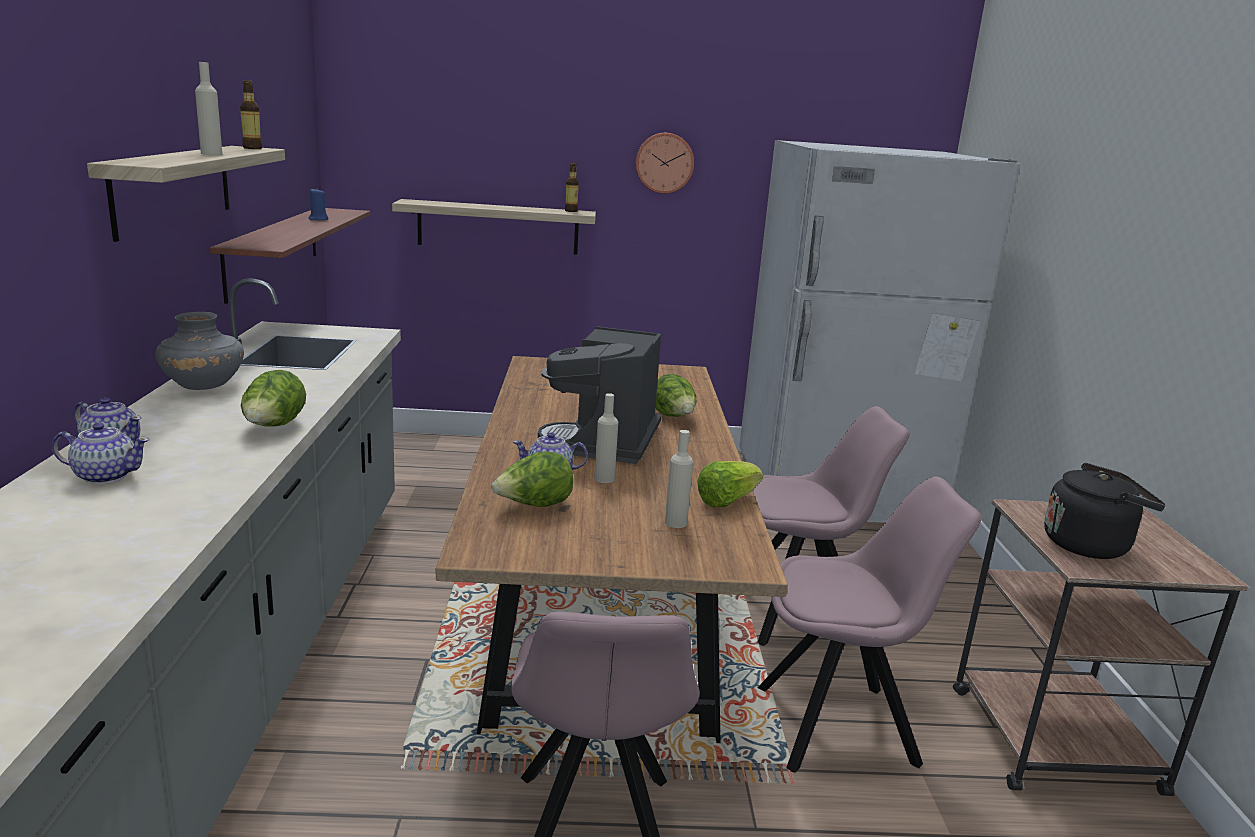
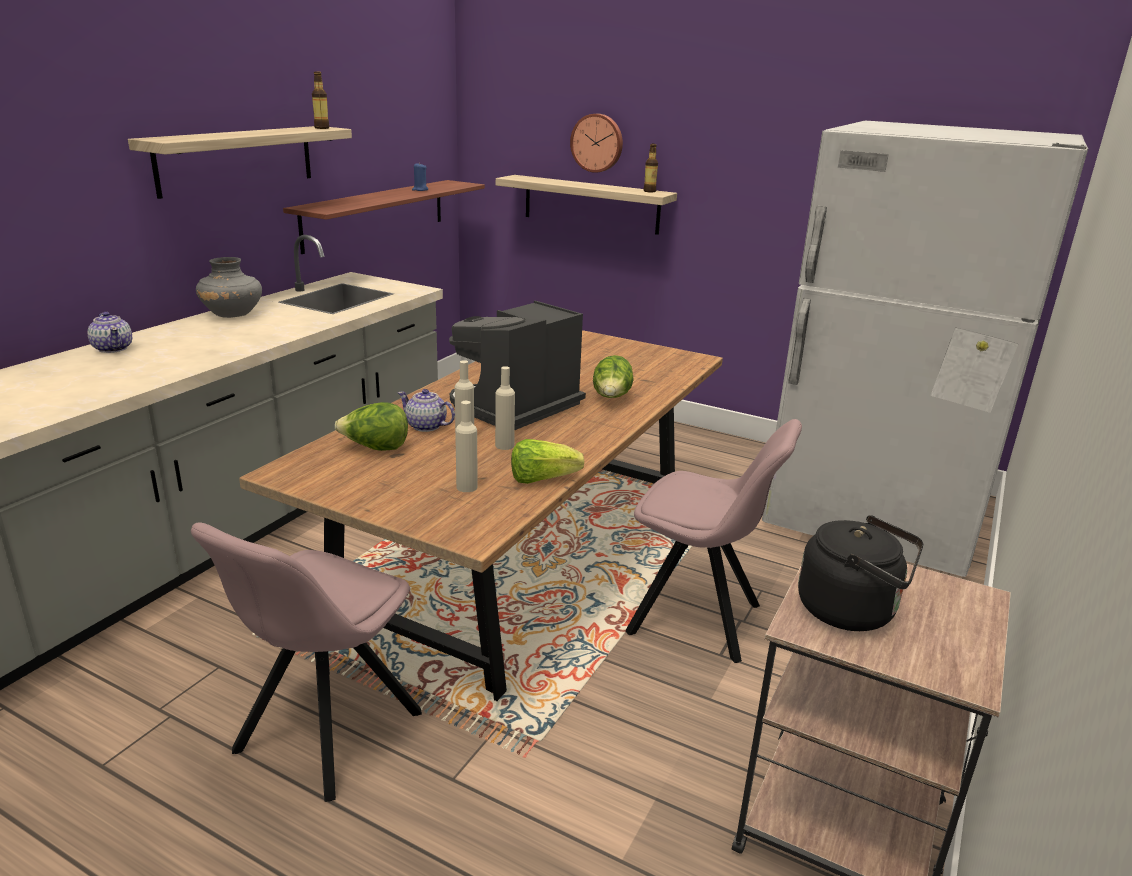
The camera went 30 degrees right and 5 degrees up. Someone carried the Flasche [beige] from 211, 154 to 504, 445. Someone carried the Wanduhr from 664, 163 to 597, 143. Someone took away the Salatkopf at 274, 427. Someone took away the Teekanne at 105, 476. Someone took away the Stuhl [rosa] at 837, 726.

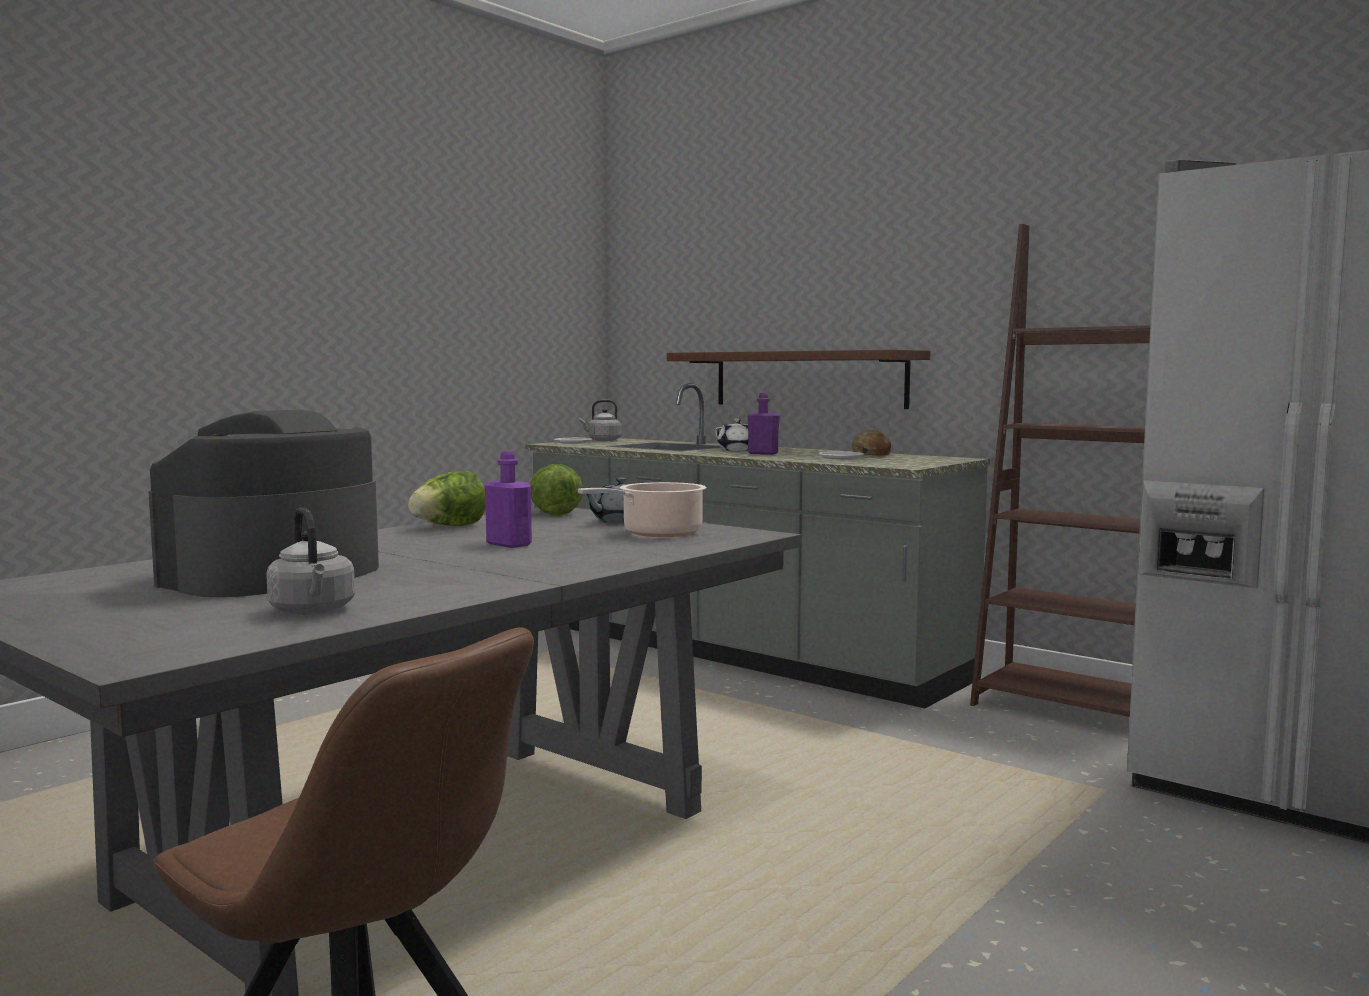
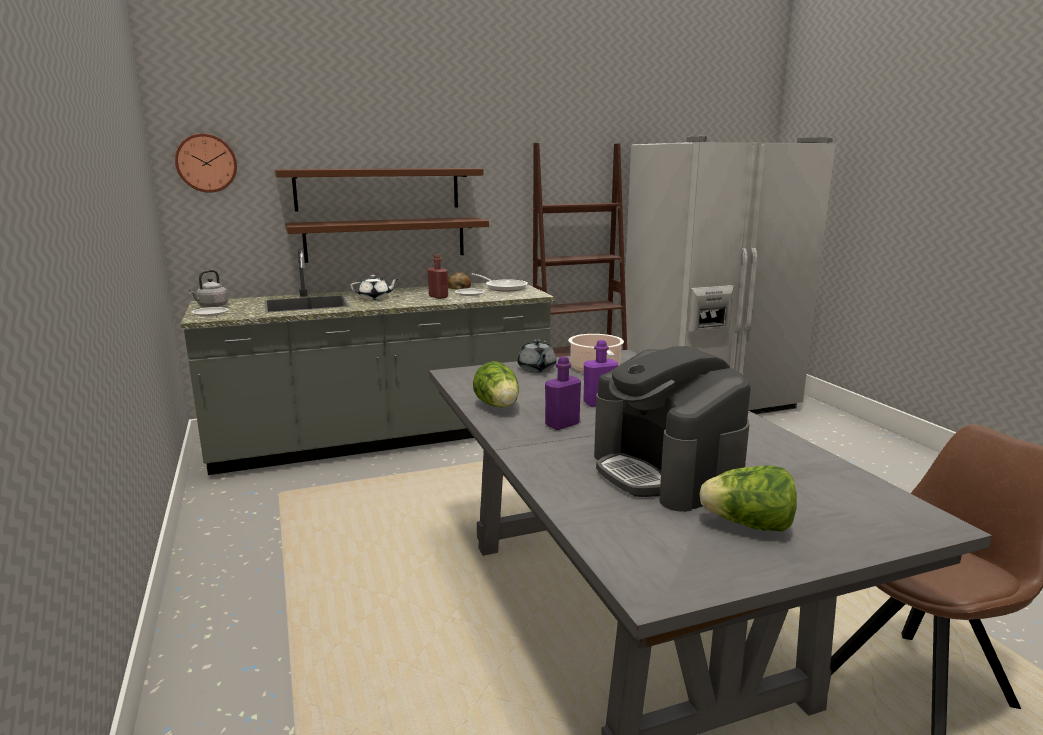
The camera went 60 degrees left and 10 degrees up. Someone carried the Flasche [lila] from 763, 453 to 562, 424. Someone carried the Salatkopf from 553, 513 to 748, 525. Someone took away the Wasserkessel [grau] at 313, 611. Someone put up the Wanduhr at 206, 163. Someone put up the Wandregal [braun] at 378, 189. Someone put down the Flasche [rot] at 438, 297. Someone put down the Pfanne at 503, 287.

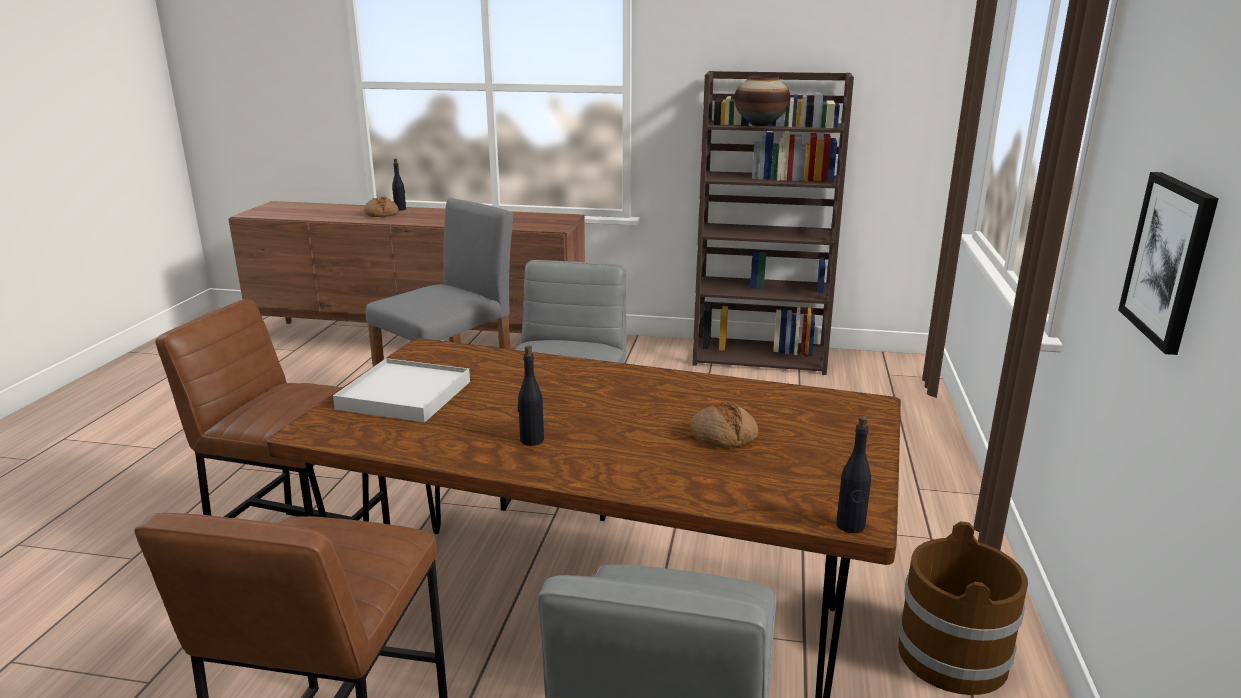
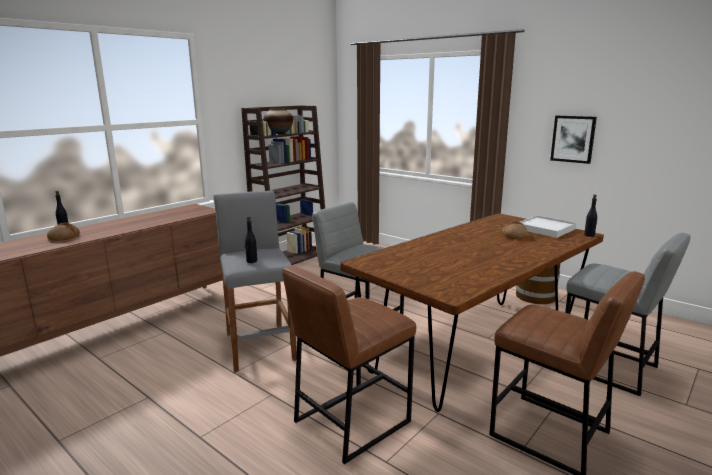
The camera went 60 degrees left and 5 degrees down. Someone carried the Flasche [schwarz] from 531, 440 to 251, 261. Someone carried the Tablett [weiß] from 404, 395 to 545, 229.

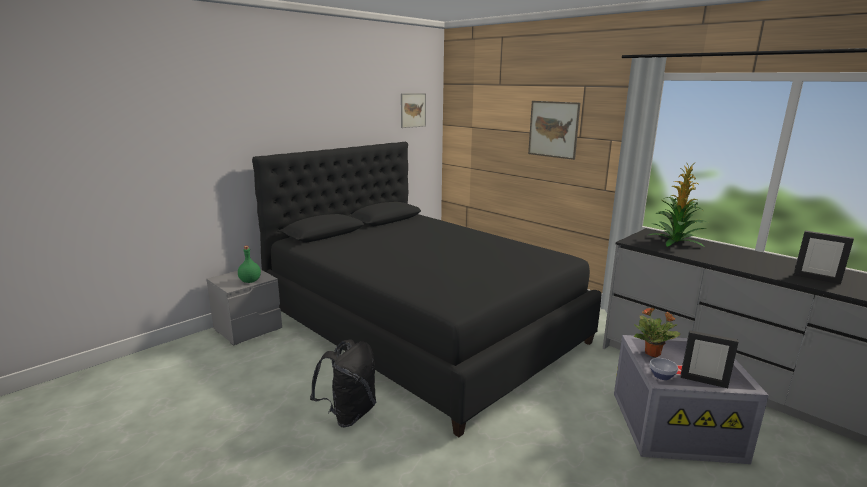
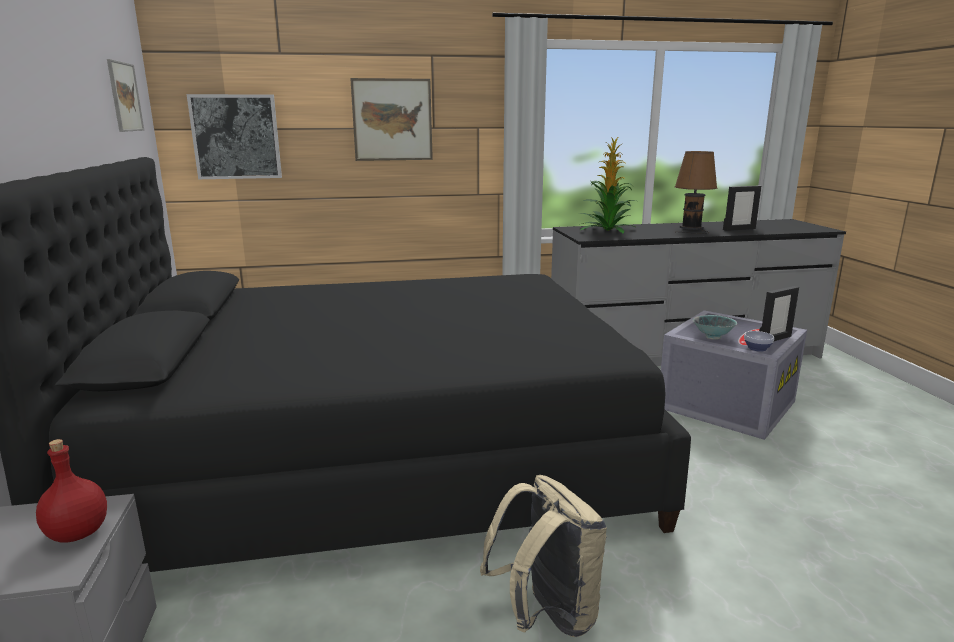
The camera went 55 degrees left and 0 degrees up. Someone repainted the Flasche [grün] at 250, 281, which became the Flasche [rot] at 76, 533. Someone swapped the Topfpflanze at 653, 354 for the Schüssel at 713, 337. Someone repainted the Rucksack [schwarz] at 349, 414, which became the Rucksack [beige] at 546, 615. Someone put up the Bild at 236, 137. Someone put down the Tischlampe [braun] at 691, 228.

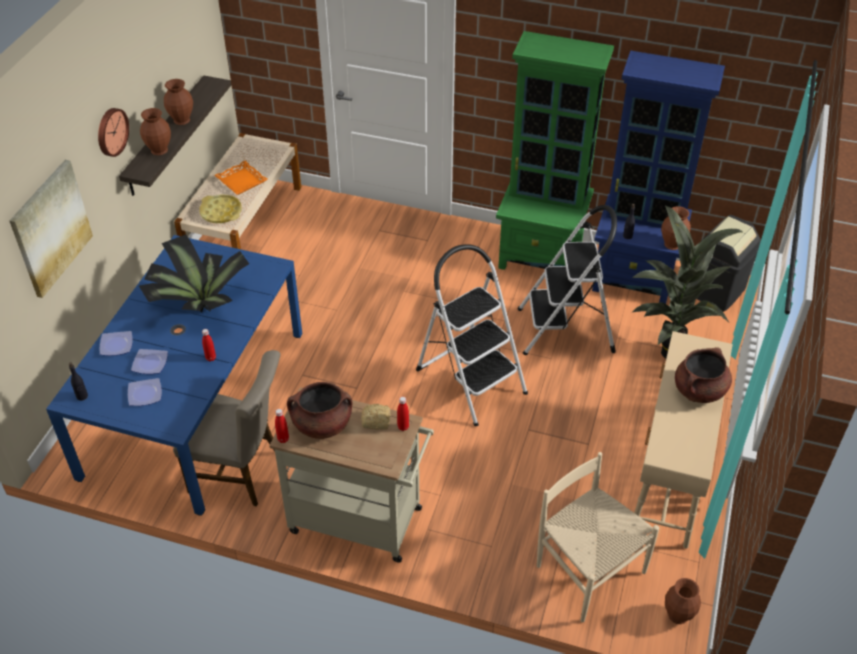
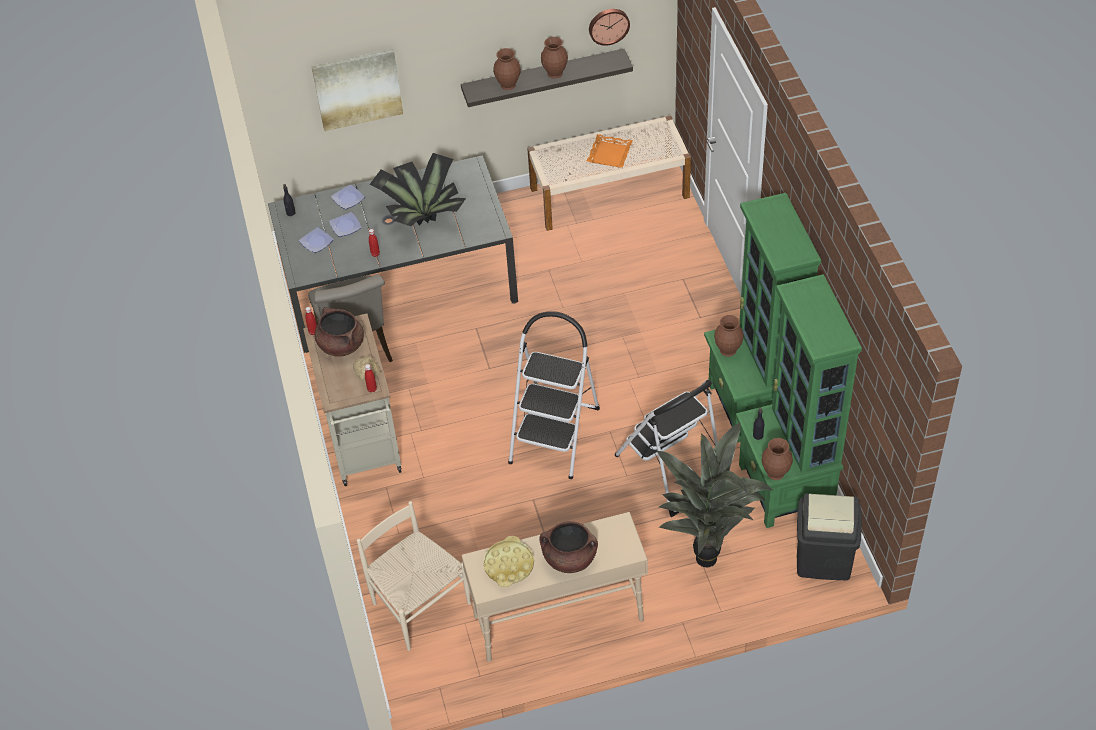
The camera went 60 degrees right and 5 degrees up. Someone repainted the Schrank [blau] at 634, 278, which became the Schrank [grün] at 784, 488. Someone carried the Wanduhr from 111, 131 to 608, 25. Someone carried the Tablett [gelb] from 221, 212 to 509, 565. Someone repainted the Esstisch [blau] at 195, 403, which became the Esstisch [grau] at 399, 285. Someone rotated the Stuhl [beige] at 587, 571 by 60 degrees counterclockwise. Someone carried the Vase [braun] from 677, 615 to 727, 350.

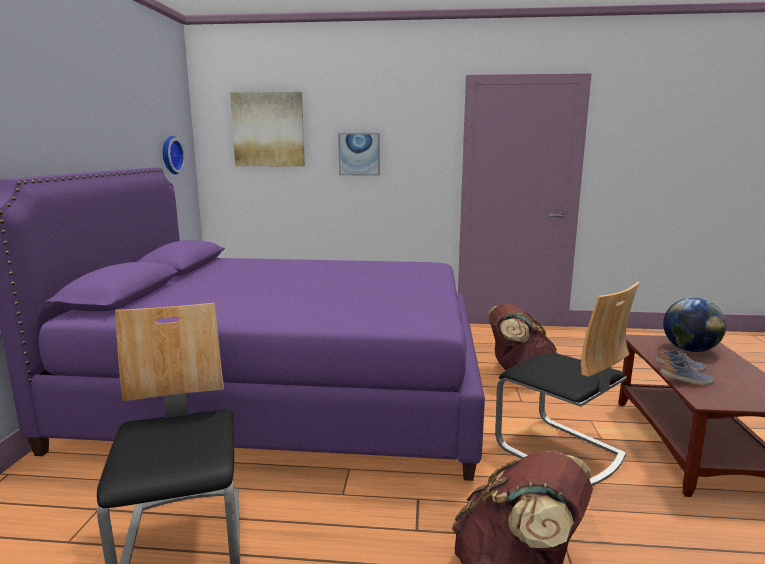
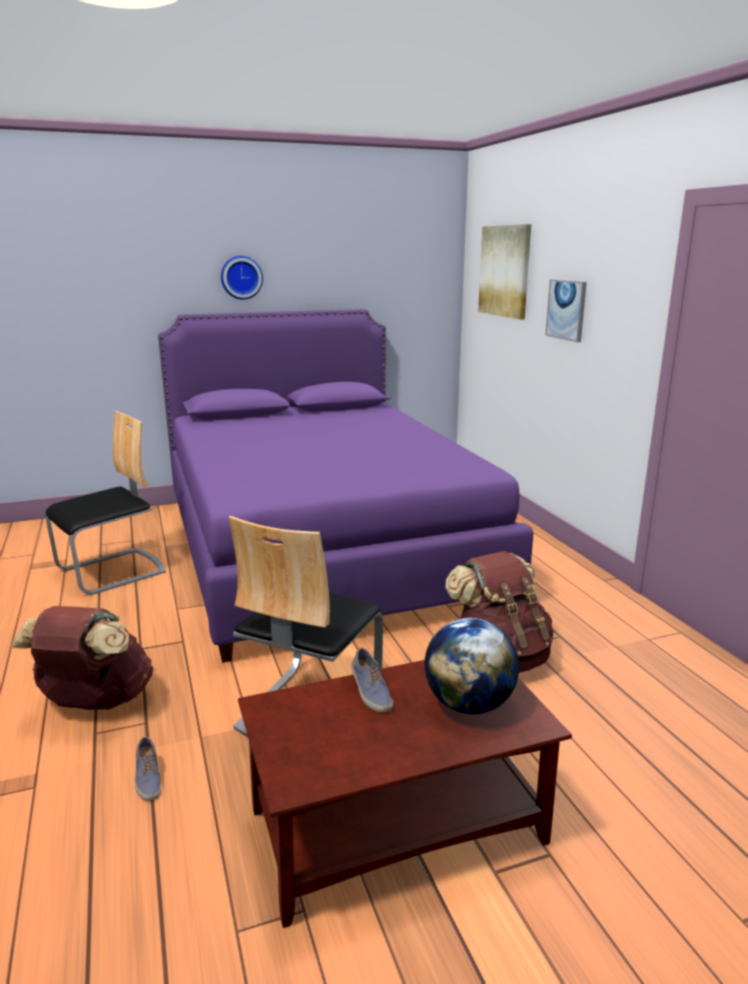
The camera went 65 degrees right and 5 degrees up. Someone carried the Wanduhr from 170, 155 to 241, 277. Someone carried the Schuh from 686, 382 to 147, 778.

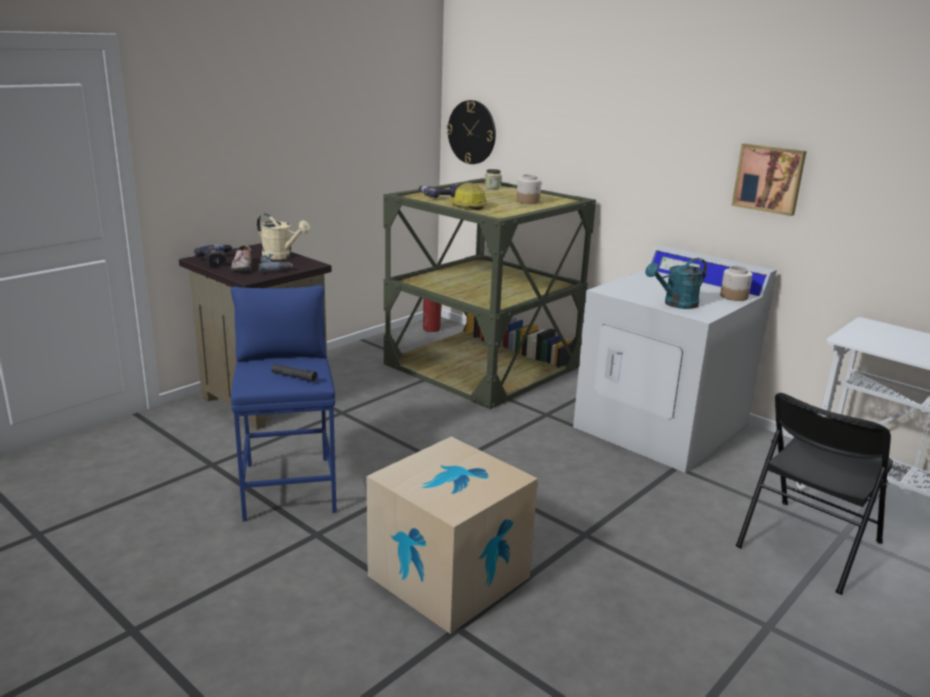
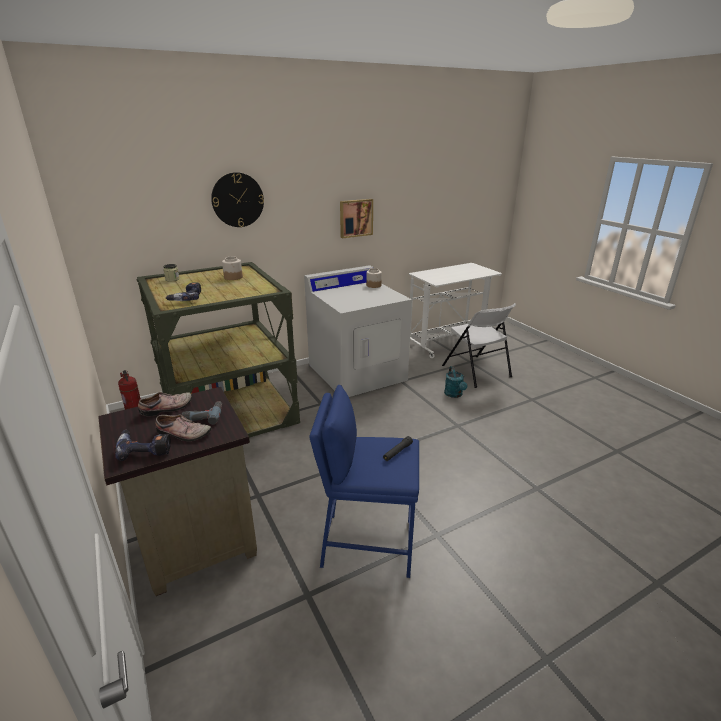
The camera went 70 degrees left and 5 degrees up. Someone carried the Wanduhr from 472, 132 to 237, 200. Someone took away the Schutzhelm at 466, 206. Someone swapped the Gießkanne [beige] at 282, 256 for the Schuh at 167, 408. Someone carried the Gießkanne [türkis] from 676, 304 to 454, 395. Someone repainted the Stuhl [schwarz] at 808, 544, which became the Stuhl [weiß] at 476, 371. Someone took away the Karton at 449, 576.

